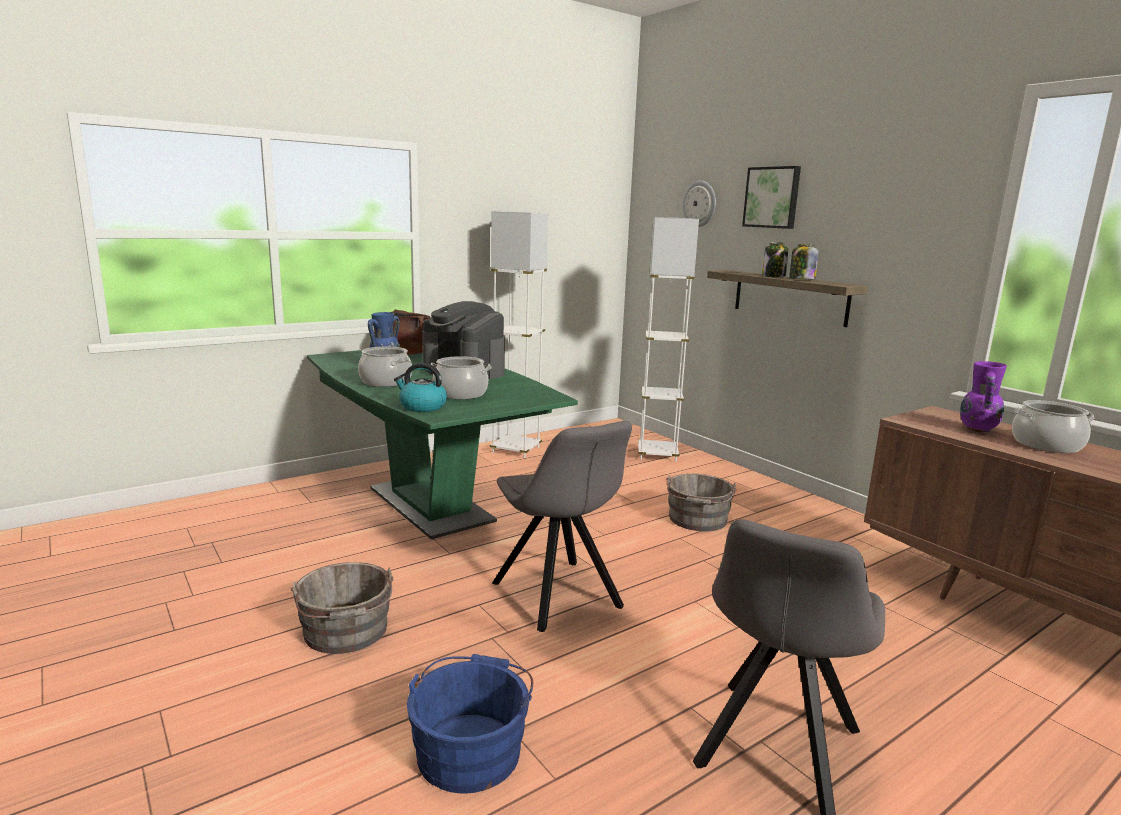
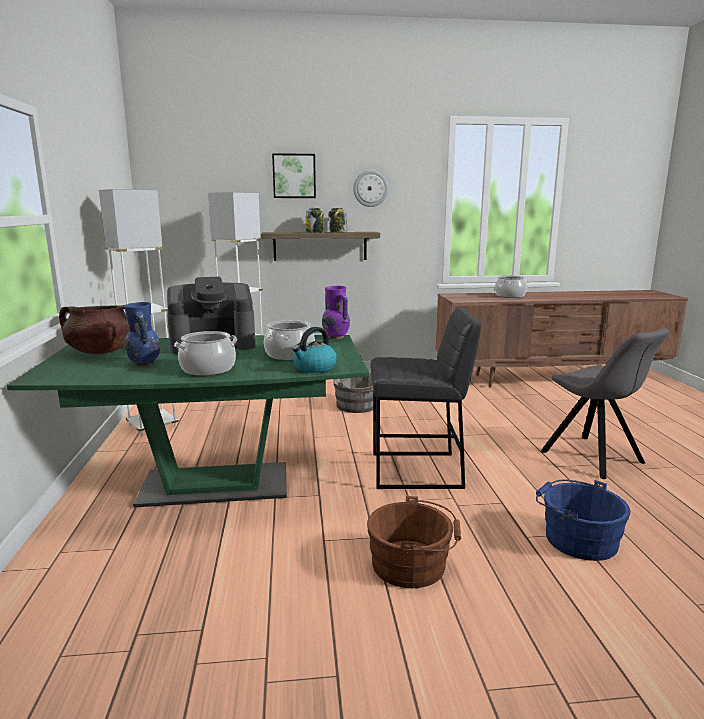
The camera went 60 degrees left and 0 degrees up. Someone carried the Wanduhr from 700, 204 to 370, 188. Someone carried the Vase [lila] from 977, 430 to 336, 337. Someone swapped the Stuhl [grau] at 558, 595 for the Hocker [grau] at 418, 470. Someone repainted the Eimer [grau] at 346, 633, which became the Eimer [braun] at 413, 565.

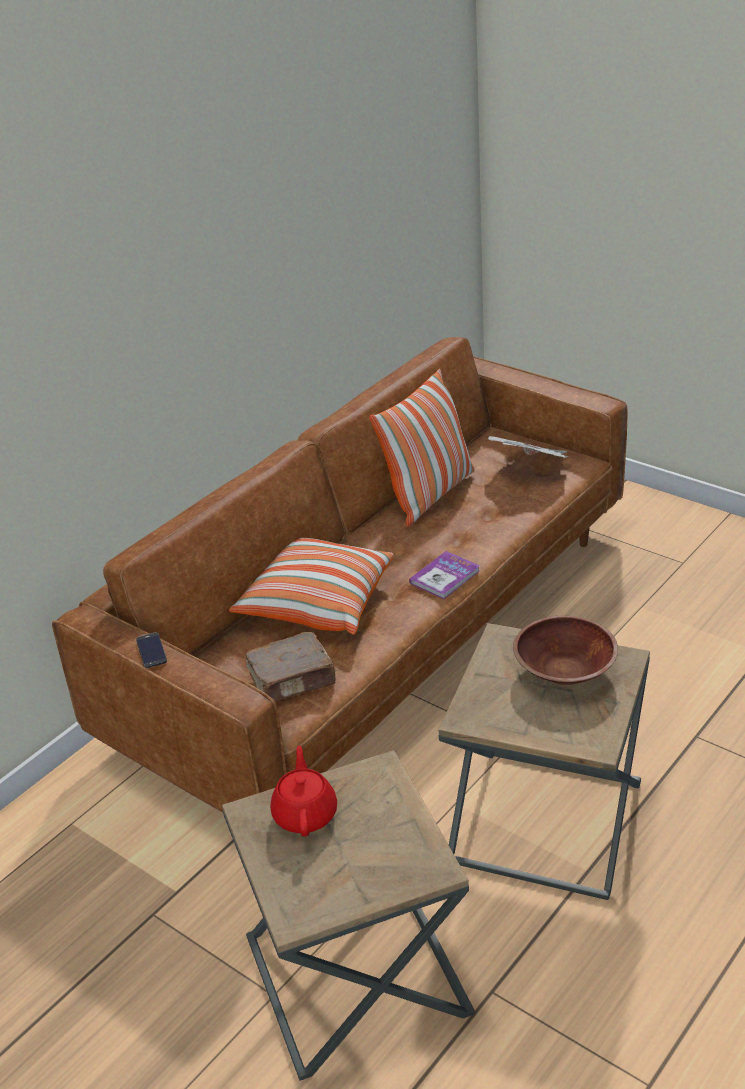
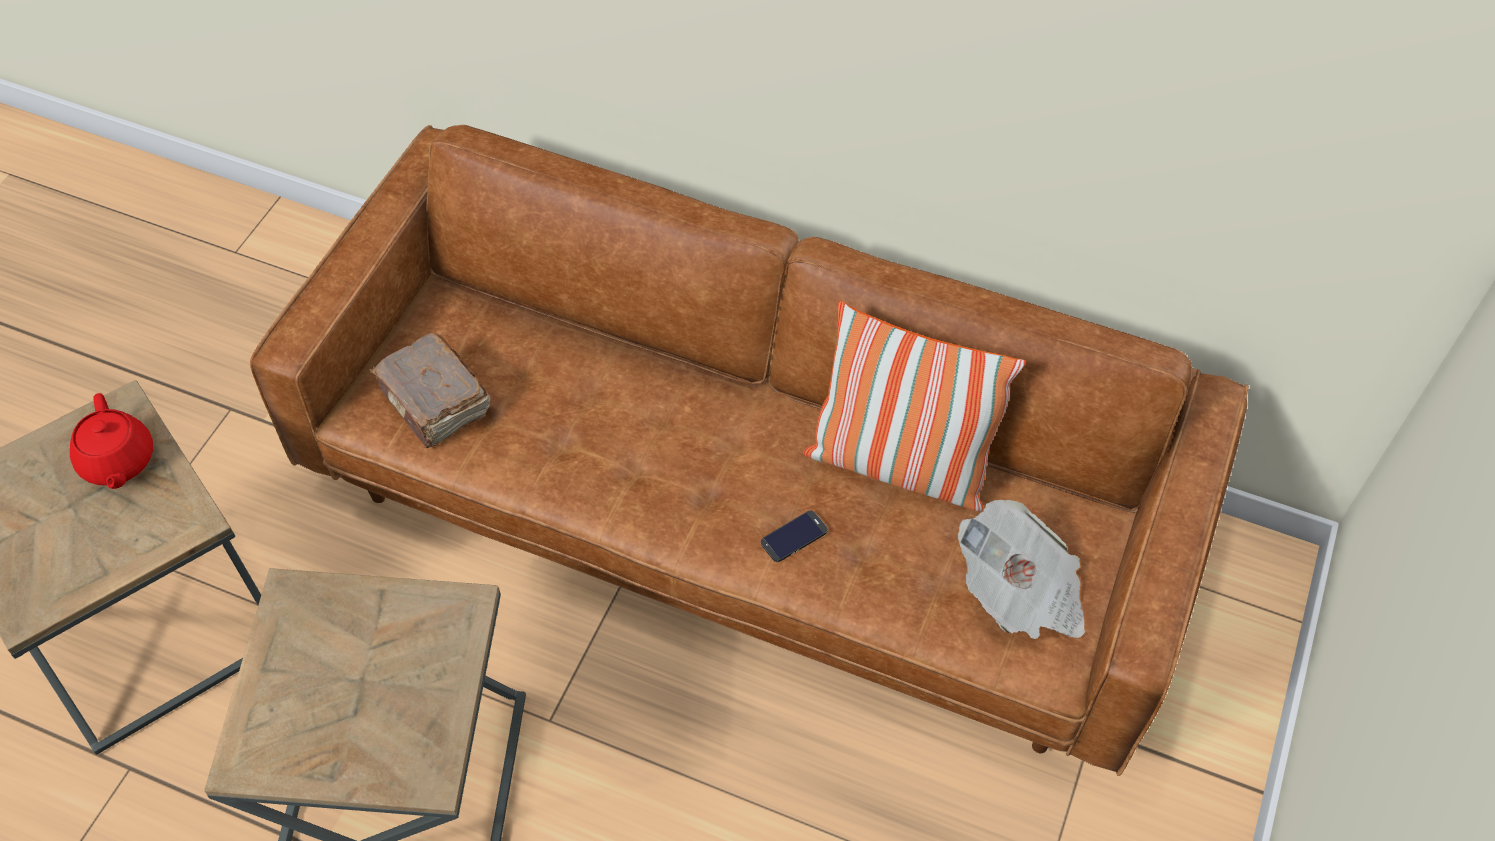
The camera went 70 degrees right and 20 degrees up. Someone took away the Kissen at 316, 603. Someone took away the Buch at 445, 577. Someone took away the Schüssel [braun] at 564, 672. Someone carried the Handy from 151, 650 to 794, 536. Someone rotated the Teekanne [rot] at 305, 814 by 90 degrees clockwise.

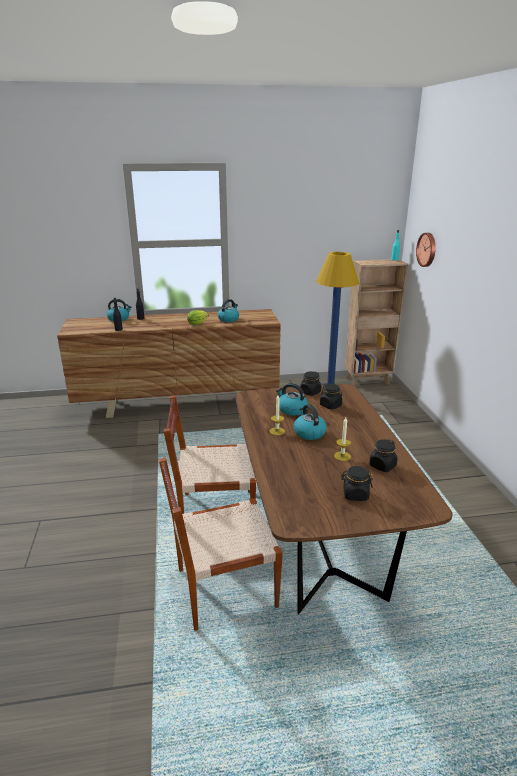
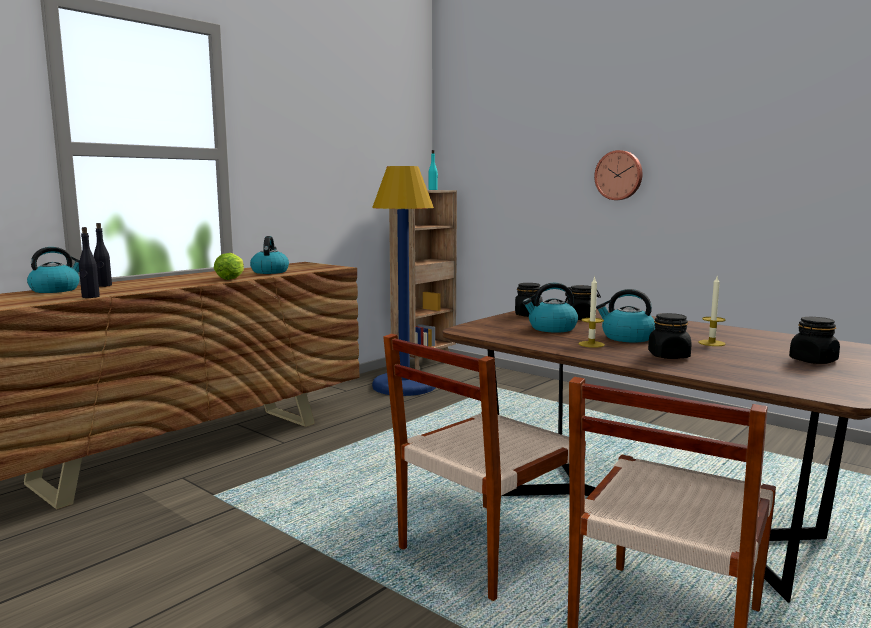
The camera went 40 degrees left and 15 degrees down. Someone carried the Wanduhr from 427, 249 to 619, 175. Someone carried the Vorratsglas [schwarz] from 382, 466 to 668, 356.

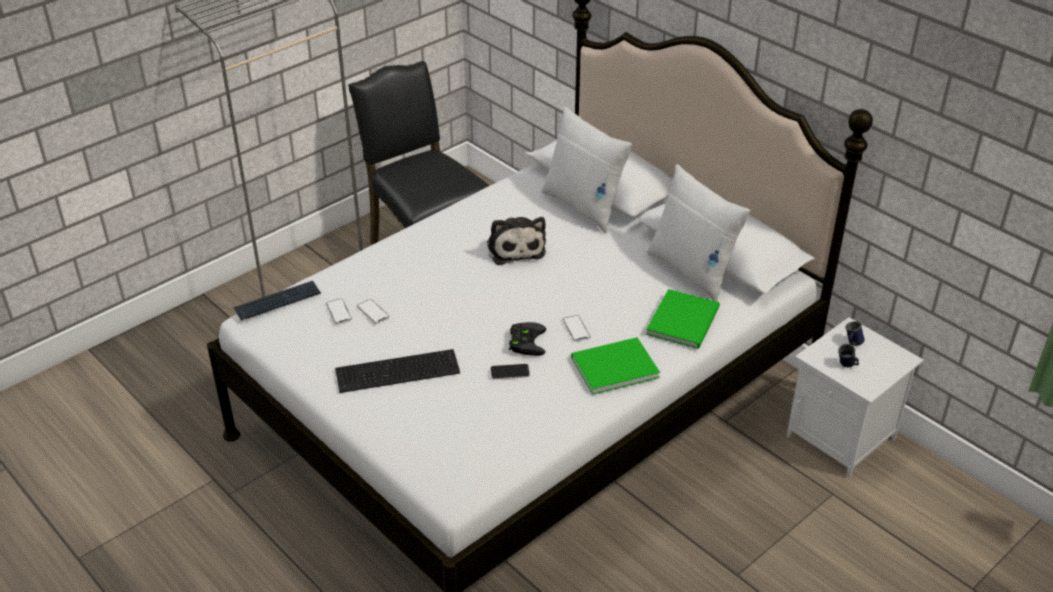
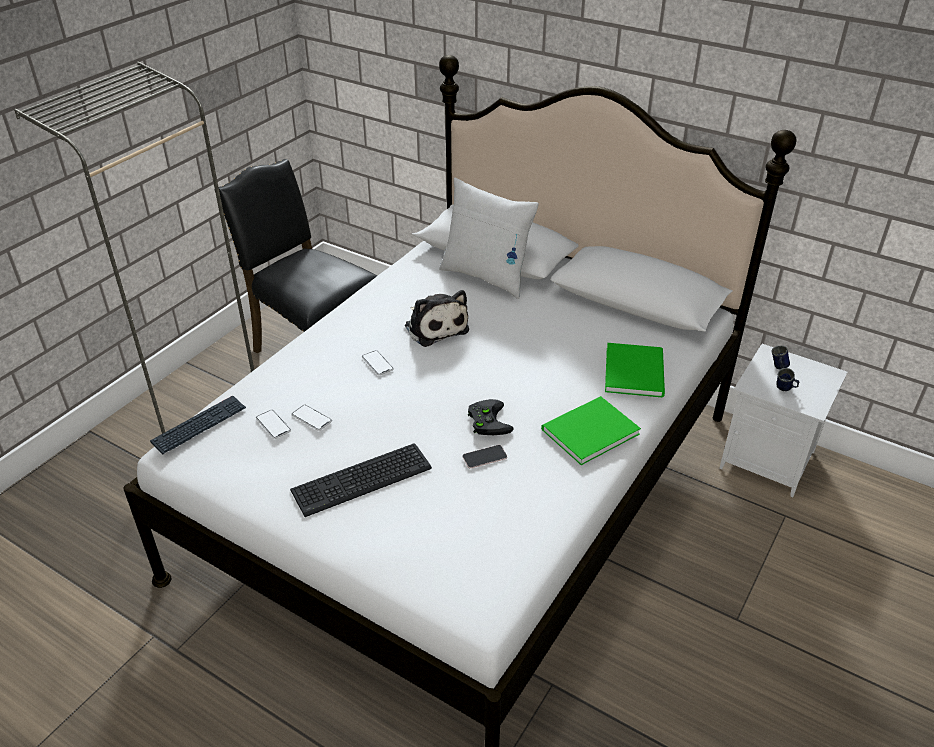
The camera went 15 degrees left and 0 degrees up. Someone took away the Kissen [grau] at 691, 272. Someone carried the Handy from 576, 329 to 377, 363.

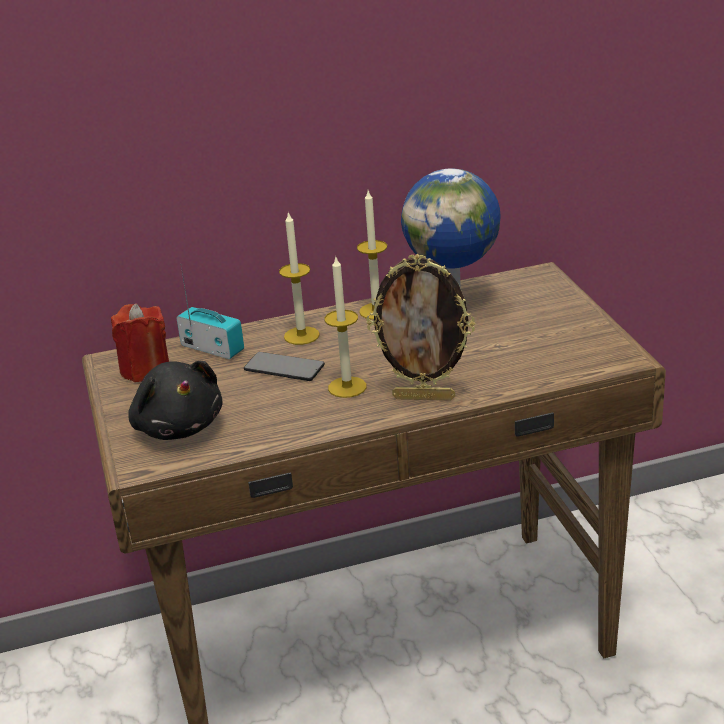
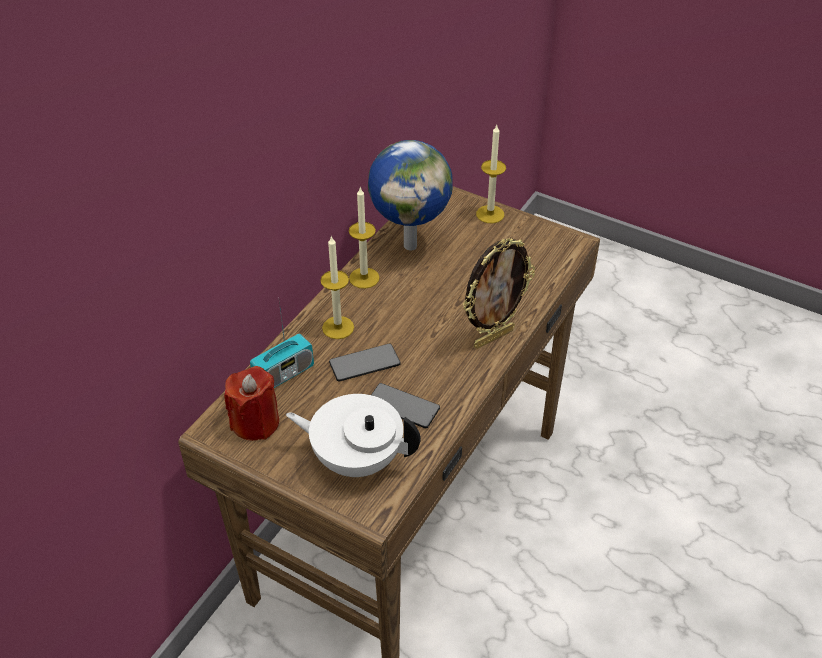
The camera went 45 degrees left and 15 degrees up. Someone carried the Kerze from 347, 387 to 490, 214. Someone rotated the Radio at 213, 348 by 150 degrees clockwise. Someone swapped the Plüschtier [schwarz] at 178, 426 for the Teekanne [weiß] at 356, 458. Someone put down the Handy at 402, 406.

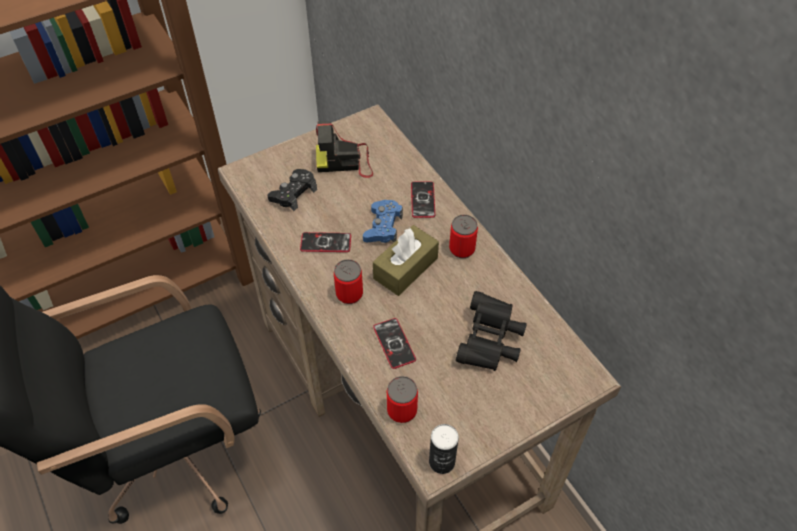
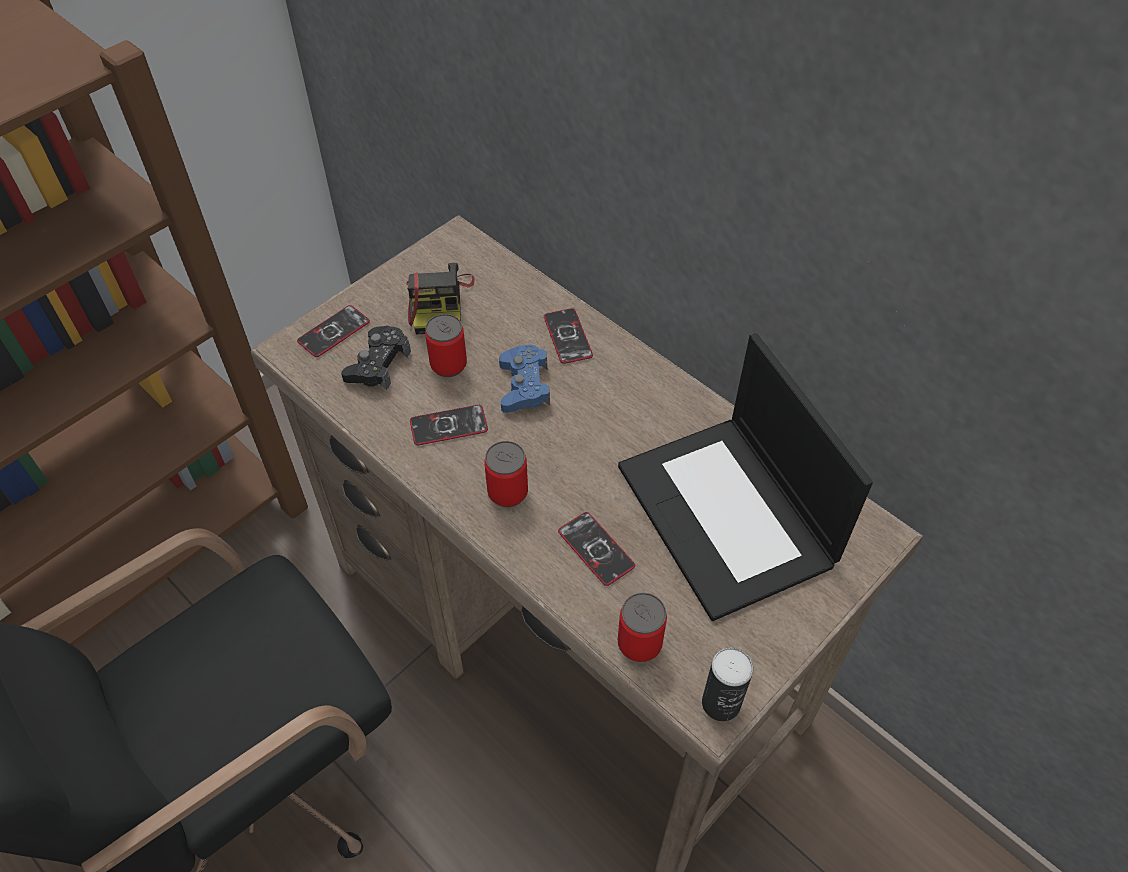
The camera went 15 degrees left and 0 degrees up. Someone rotated the Kamera at 345, 161 by 75 degrees counterclockwise. Someone carried the Dose from 462, 249 to 448, 364. Someone took away the Taschentuchbox [braun] at 405, 268. Someone swapped the Fernglas [schwarz] at 489, 342 for the Laptop at 728, 516. Someone put down the Handy at 334, 332.

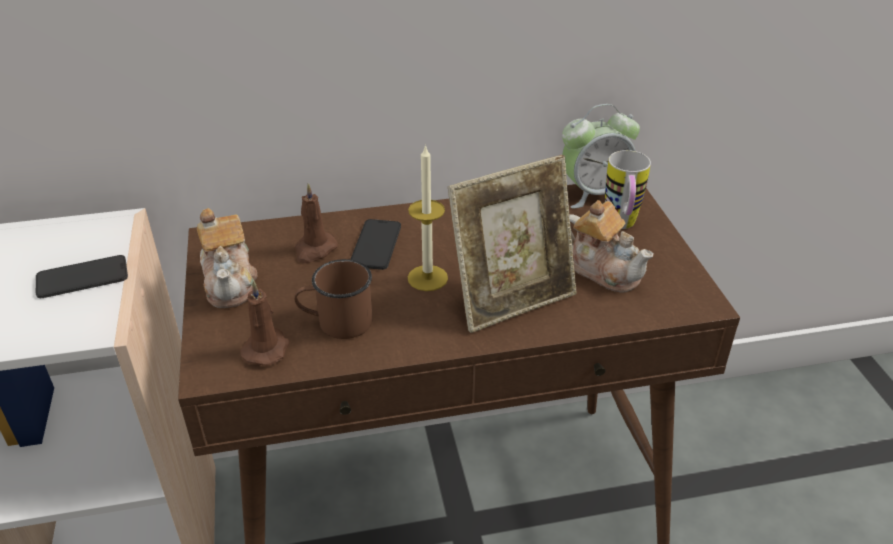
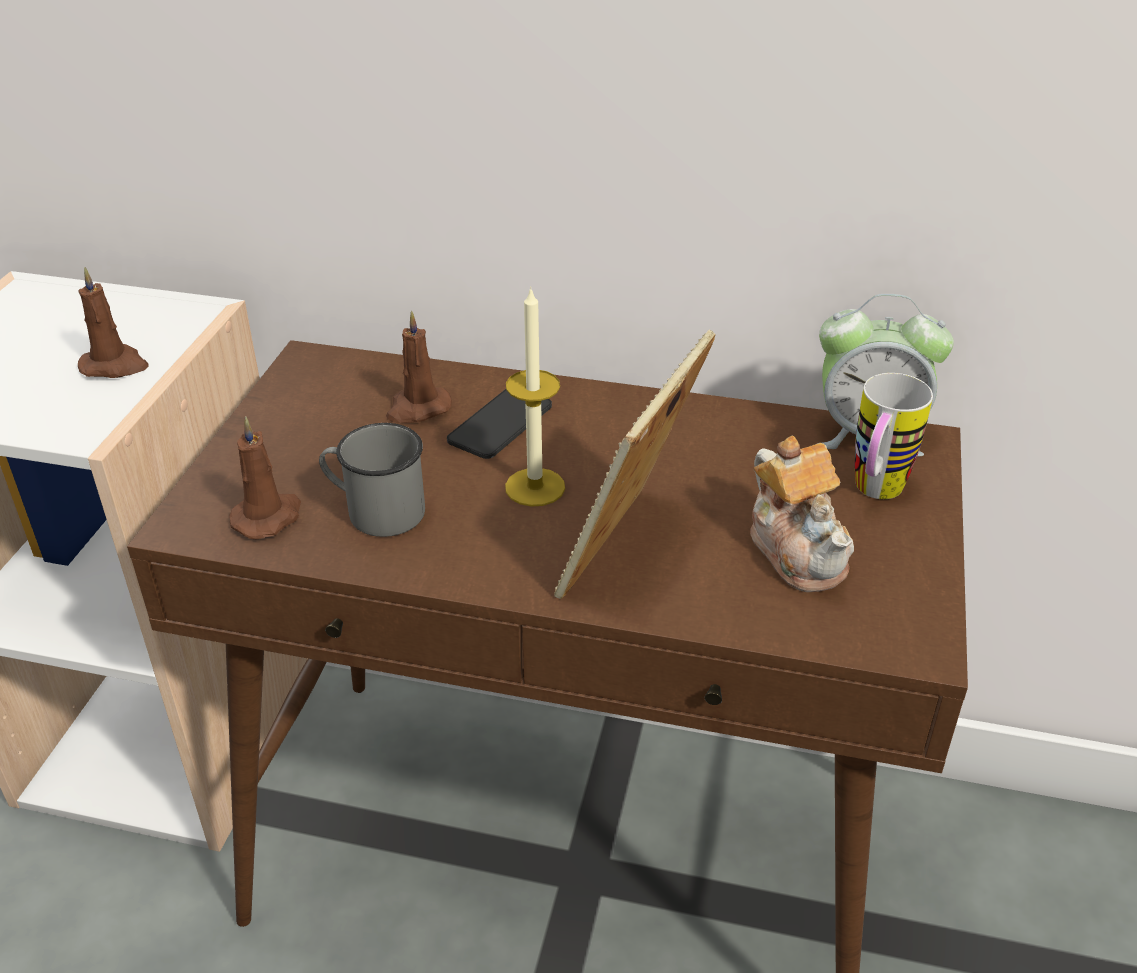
The camera went 25 degrees right and 0 degrees up. Someone rotated the Bilderrahmen at 512, 299 by 120 degrees clockwise. Someone took away the Teekanne at 230, 282. Someone swapped the Handy at 82, 277 for the Kerze [braun] at 115, 366. Someone repainted the Henkelbecher [braun] at 336, 322, which became the Henkelbecher [grau] at 375, 510.

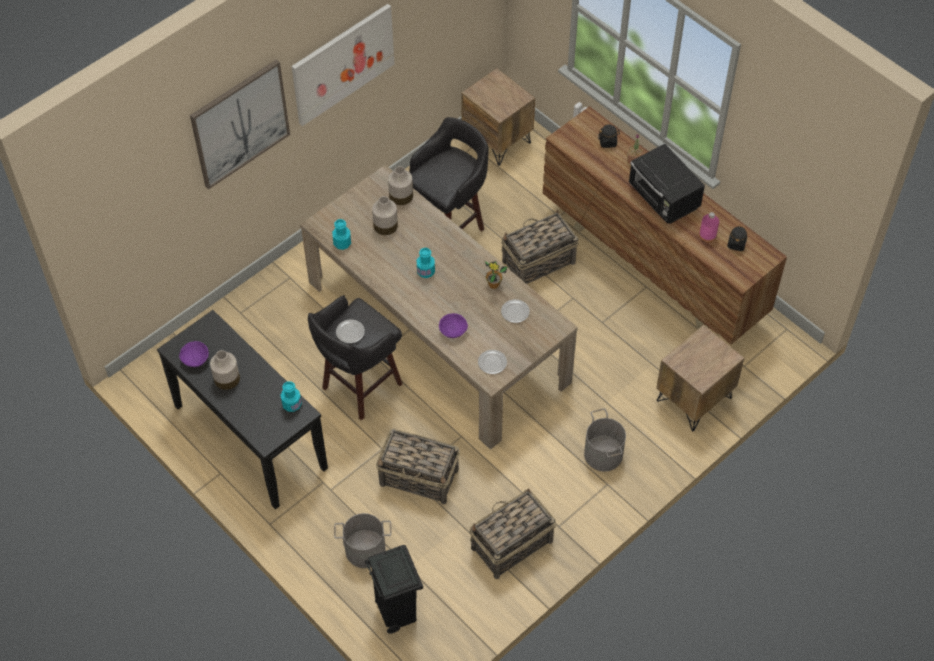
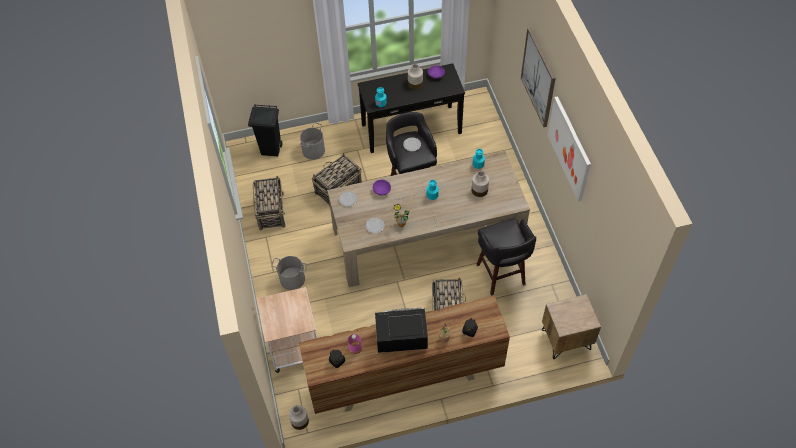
The camera went 120 degrees right and 0 degrees up. Someone carried the Vase [beige] from 401, 196 to 299, 421. Someone swapped the Nachttisch [braun] at 694, 399 for the Rollwagen [beige] at 294, 346.

